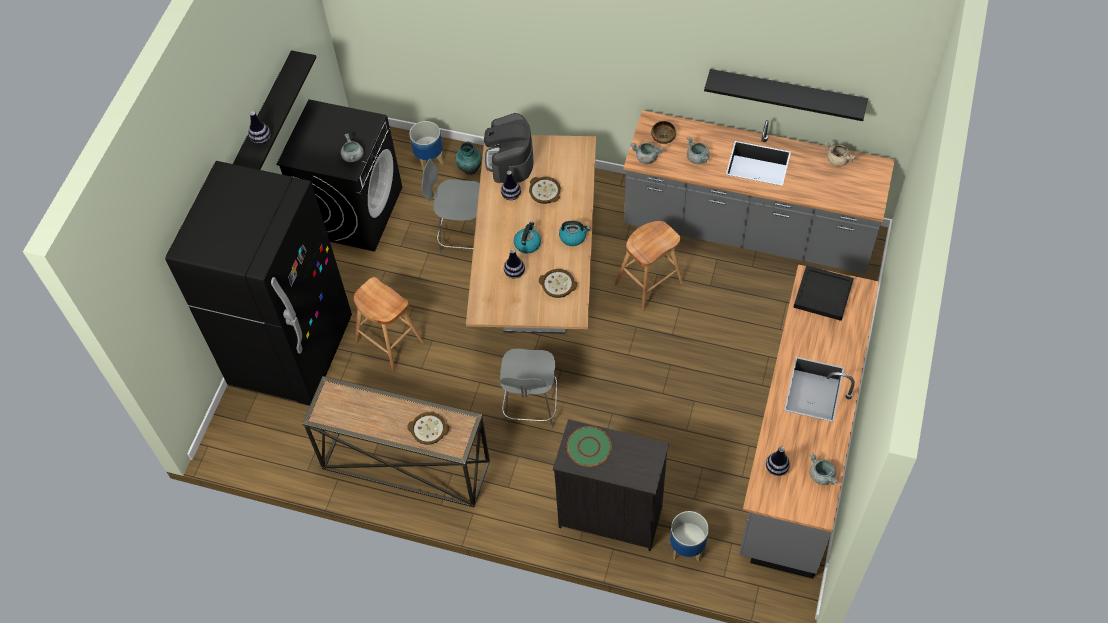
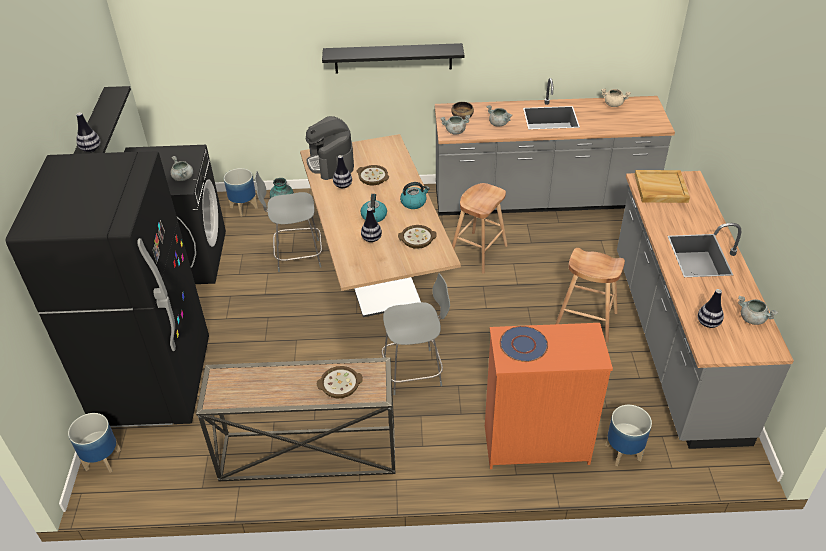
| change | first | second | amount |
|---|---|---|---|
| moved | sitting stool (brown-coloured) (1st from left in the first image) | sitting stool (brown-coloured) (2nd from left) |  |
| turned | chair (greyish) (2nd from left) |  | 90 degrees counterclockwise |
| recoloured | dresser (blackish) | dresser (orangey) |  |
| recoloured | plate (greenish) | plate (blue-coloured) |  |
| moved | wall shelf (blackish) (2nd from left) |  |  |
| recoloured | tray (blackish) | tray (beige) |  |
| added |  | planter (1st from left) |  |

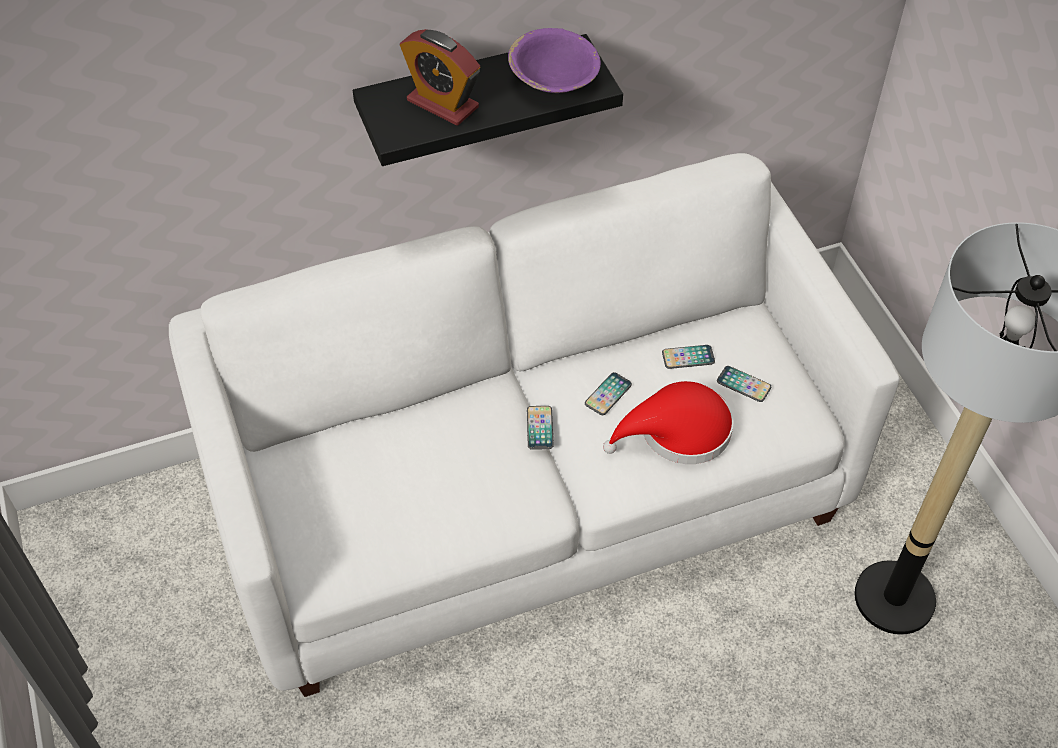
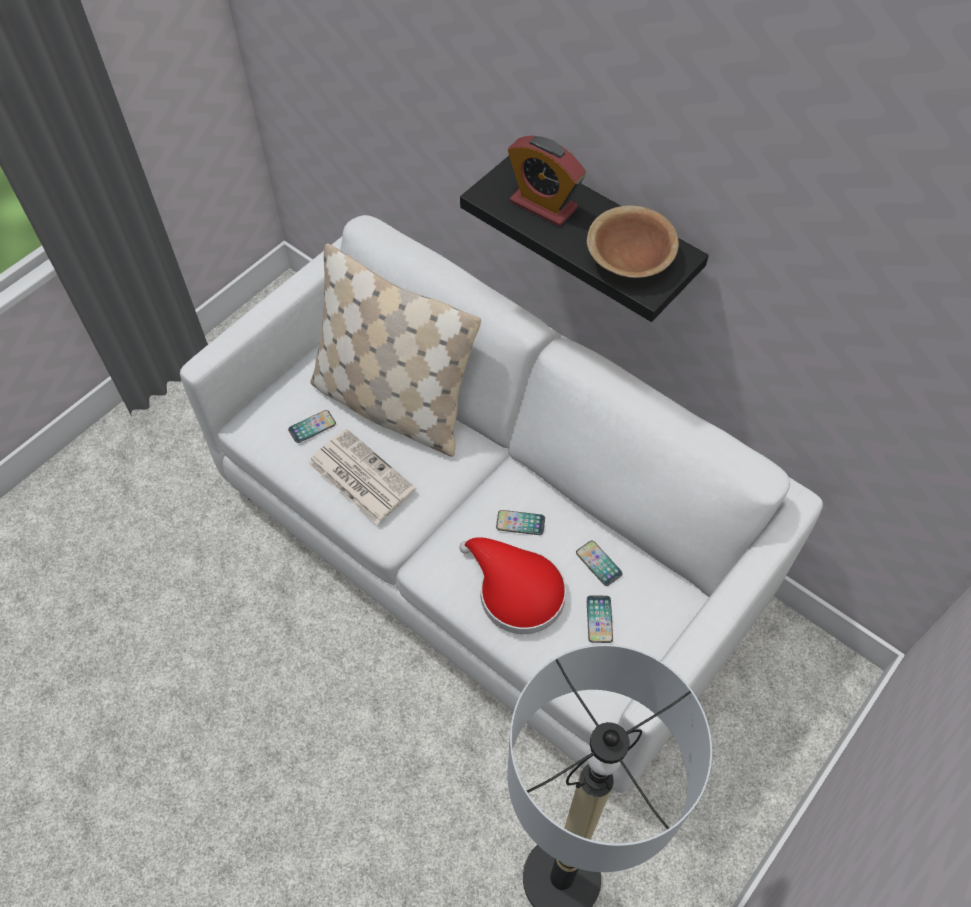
| change | first | second | amount |
|---|---|---|---|
| turned | alarm clock |  | 60 degrees counterclockwise |
| recoloured | bowl (purplish) | bowl (brown-coloured) |  |
| moved | telephone (1st from left) |  |  |
| added |  | printed paper |  |
| added |  | throw pillow (beige) |  |

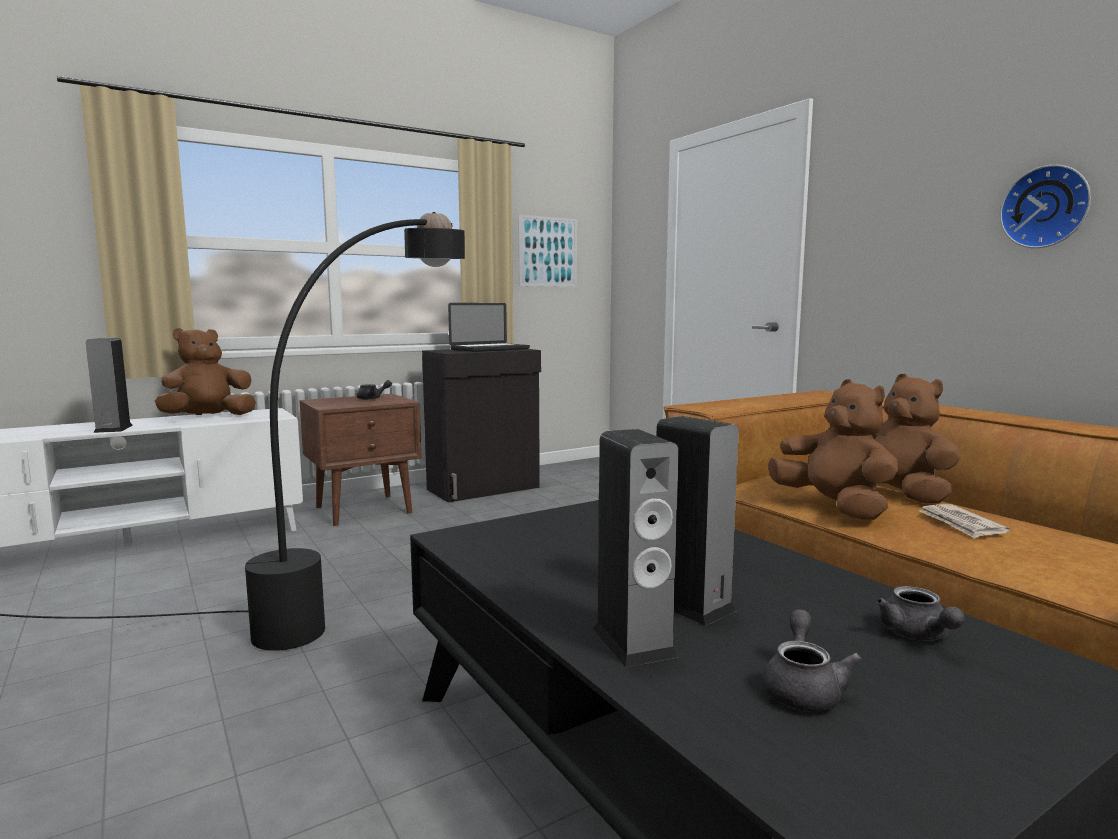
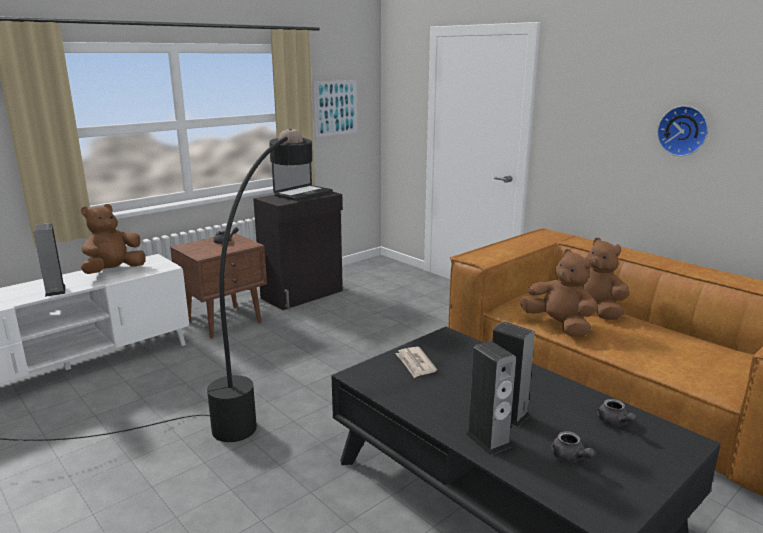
| change | first | second | amount |
|---|---|---|---|
| turned | tea pot (greyish) (2nd from left) |  | 150 degrees clockwise |
| moved | printed paper |  |  |

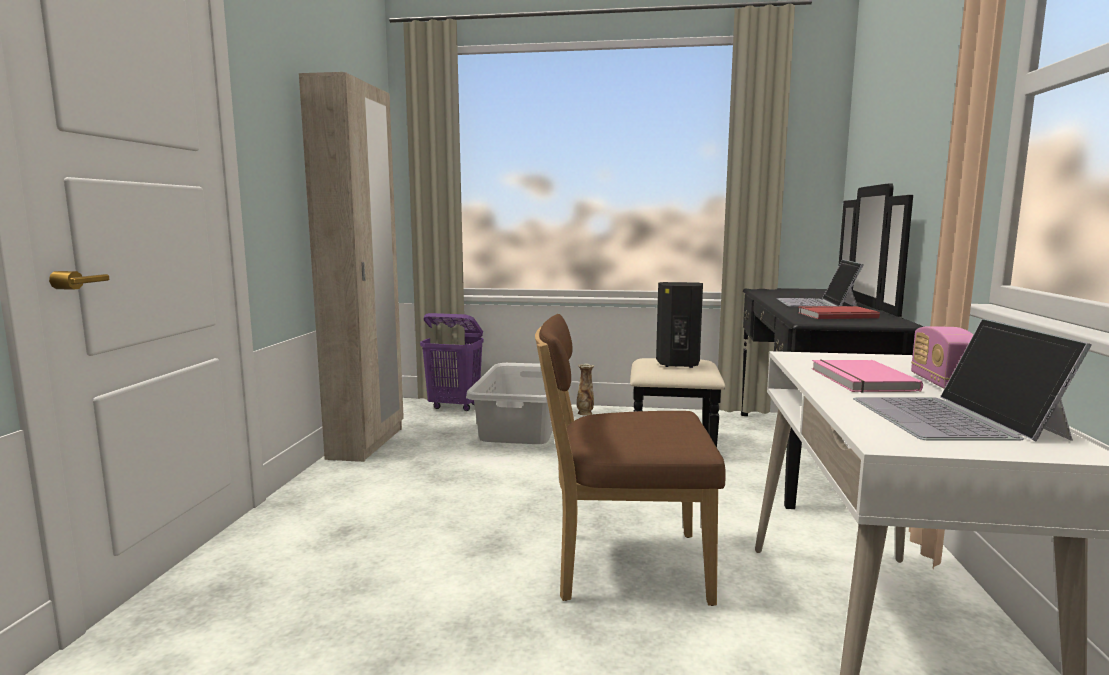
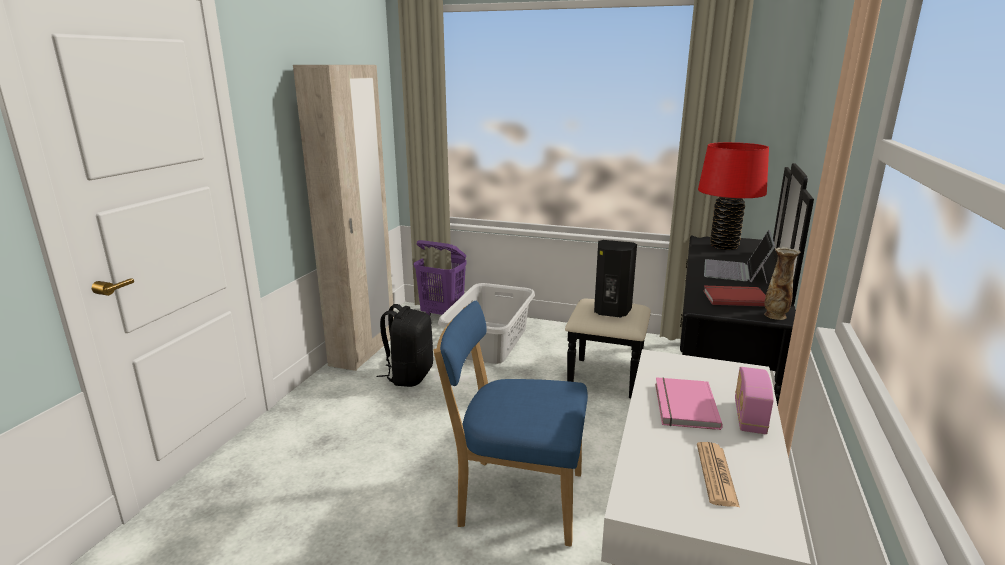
| change | first | second | amount |
|---|---|---|---|
| recoloured | chair (brown-coloured) | chair (blue-coloured) |  |
| moved | flower vase |  |  |
| replaced | notebook computer (2nd from left) | printed paper |  |
| added |  | knapsack (blackish) |  |
| added |  | tabletop lamp (reddish) |  |

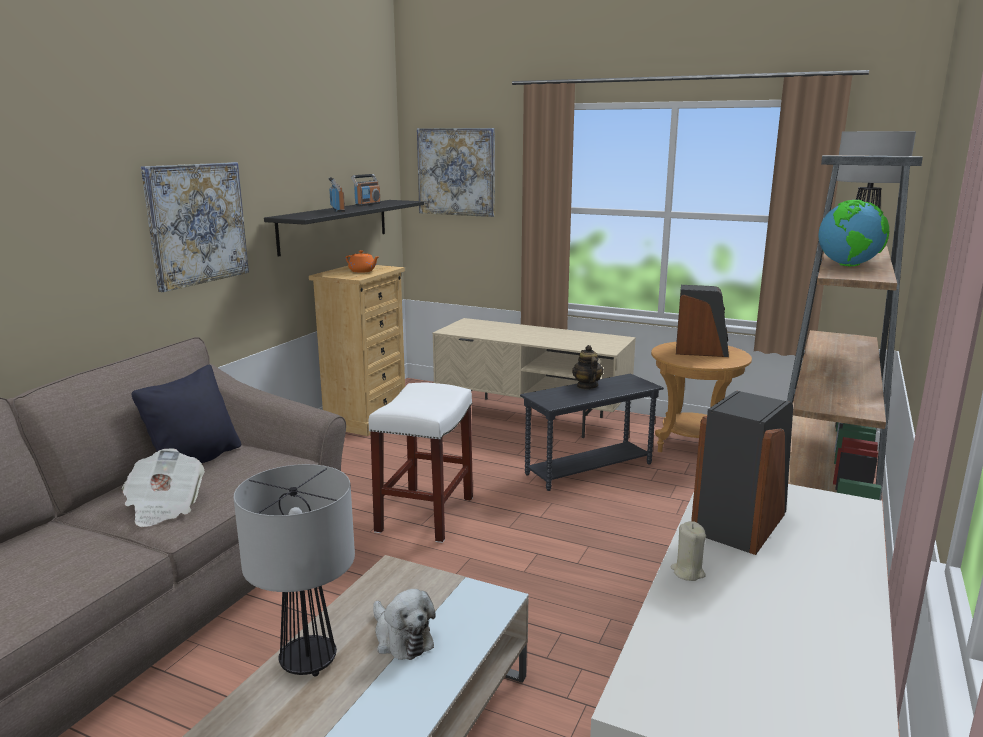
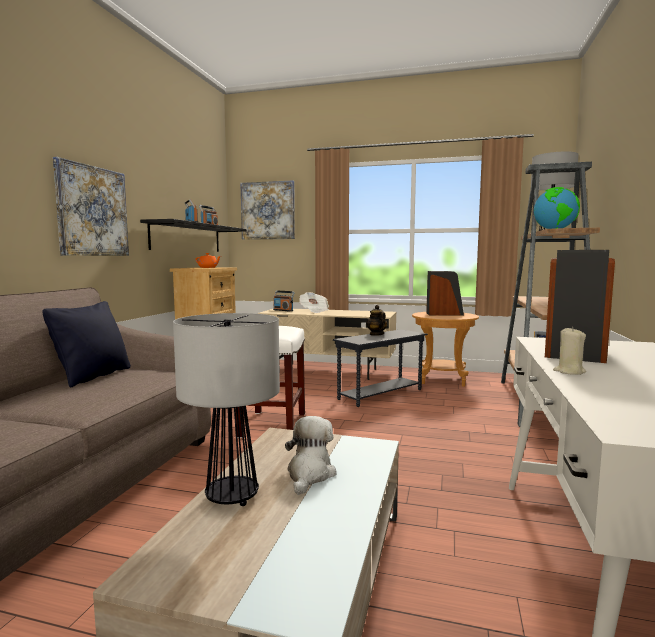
| change | first | second | amount |
|---|---|---|---|
| moved | printed paper |  |  |
| turned | plush toy |  | 120 degrees counterclockwise |
| added |  | radio (3rd from left) |  |

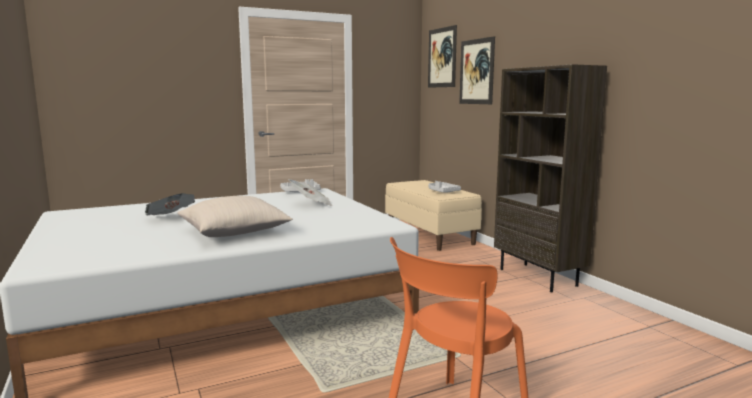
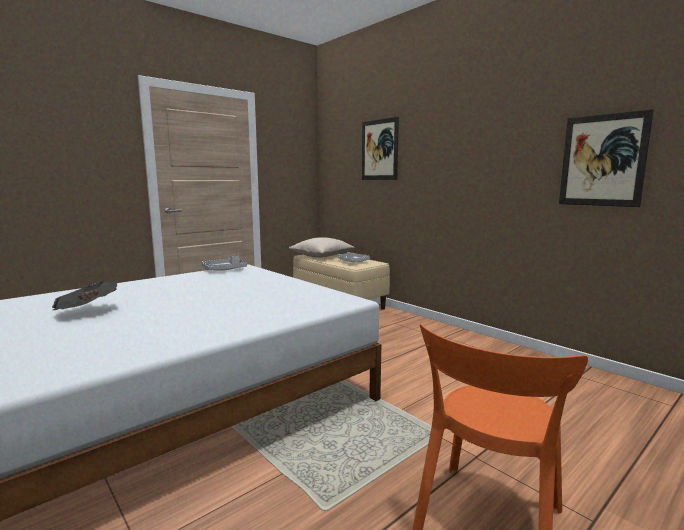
| change | first | second | amount |
|---|---|---|---|
| moved | throw pillow (beige) |  |  |
| removed | printed paper (2nd from left) |  |  |
| moved | picture (1st from left in the first image) | picture (2nd from left) |  |
| removed | shelving unit (brown-coloured) |  |  |

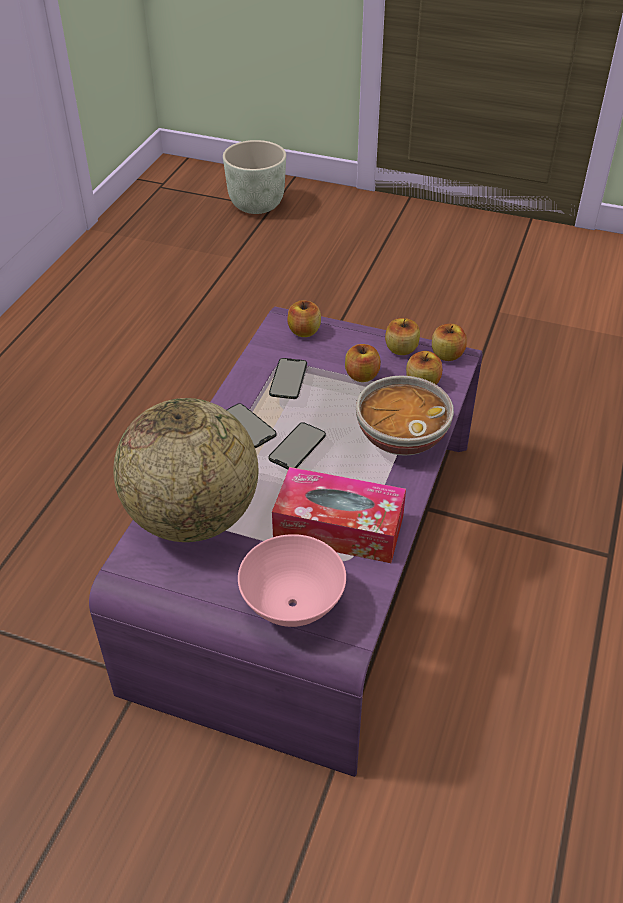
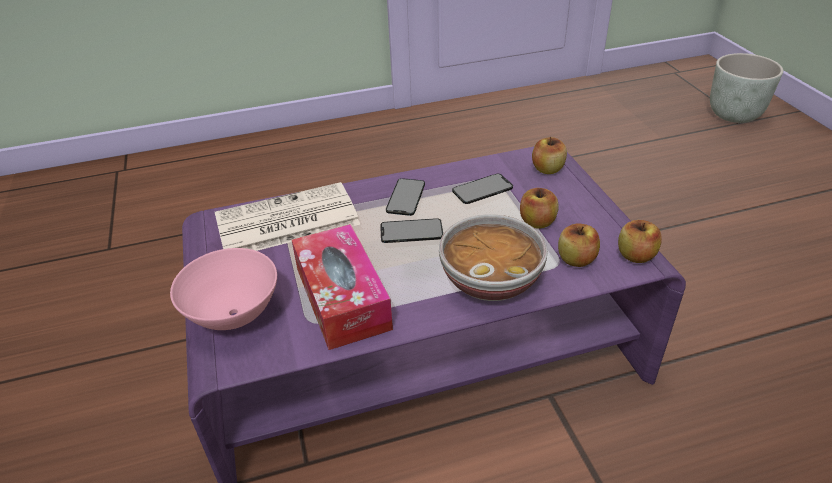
| change | first | second | amount |
|---|---|---|---|
| replaced | desk globe | printed paper |  |
| removed | apple (3rd from left) |  |  |

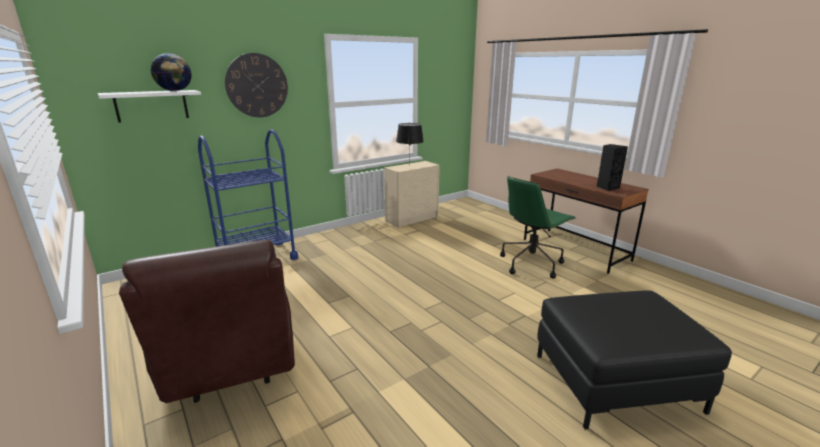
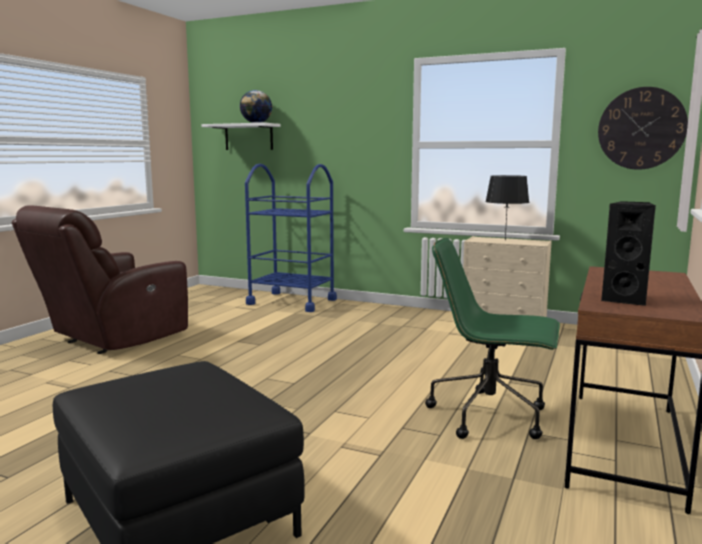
| change | first | second | amount |
|---|---|---|---|
| moved | wall clock |  |  |

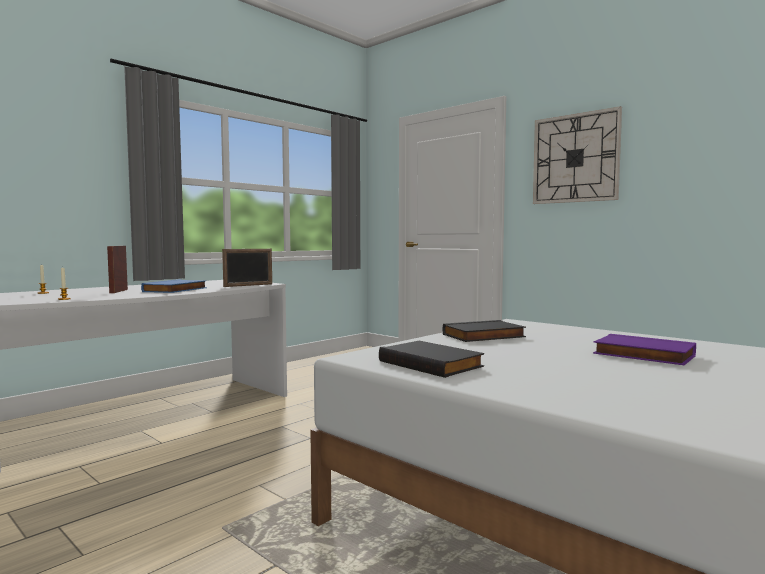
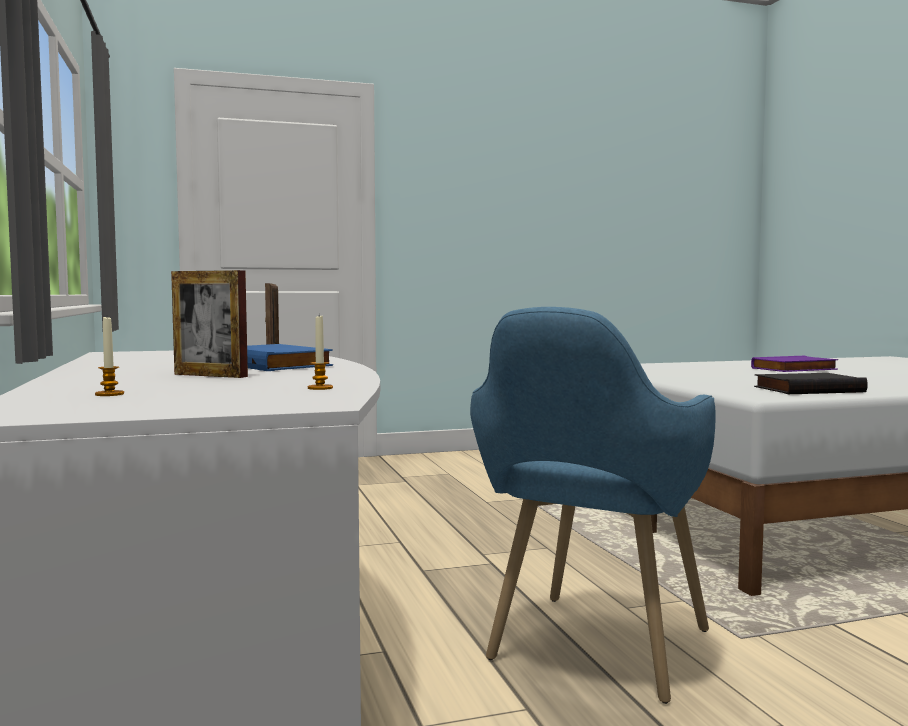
| change | first | second | amount |
|---|---|---|---|
| removed | volume (blackish) (2nd from left) |  |  |
| removed | wall clock |  |  |
| added |  | easy chair (blue-coloured) |  |

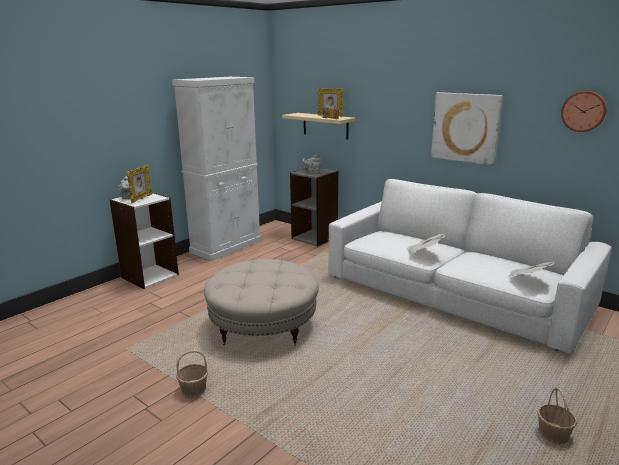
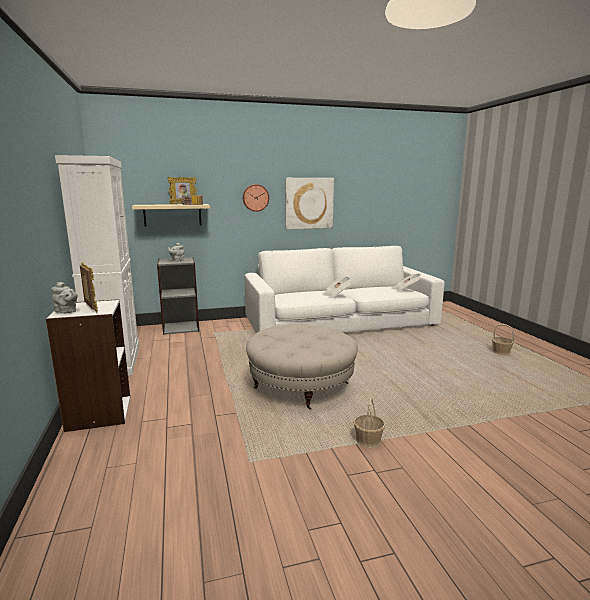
| change | first | second | amount |
|---|---|---|---|
| moved | wall clock |  |  |

